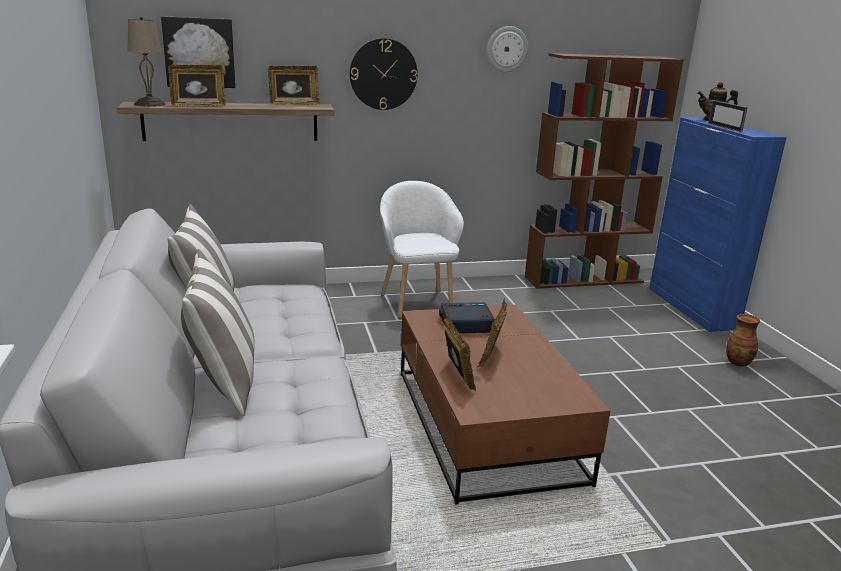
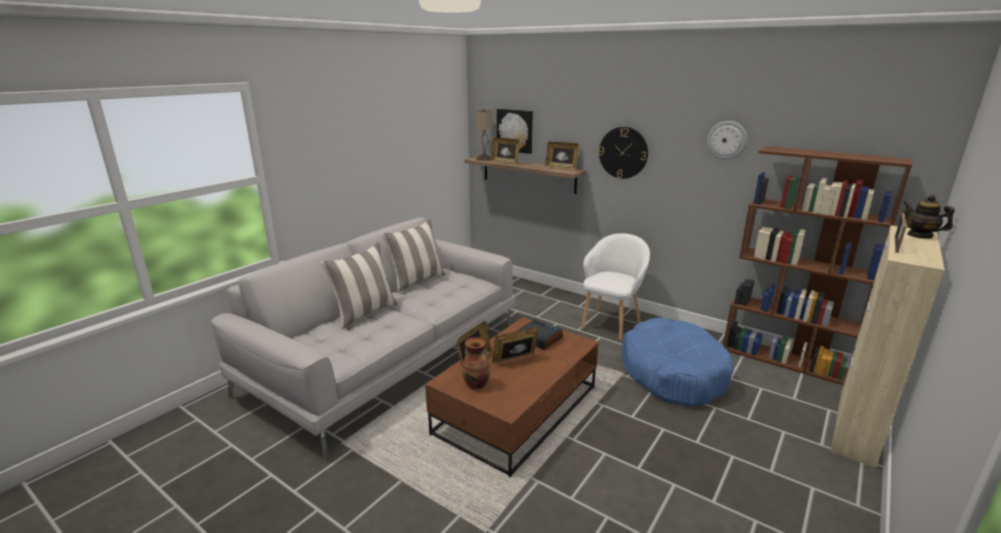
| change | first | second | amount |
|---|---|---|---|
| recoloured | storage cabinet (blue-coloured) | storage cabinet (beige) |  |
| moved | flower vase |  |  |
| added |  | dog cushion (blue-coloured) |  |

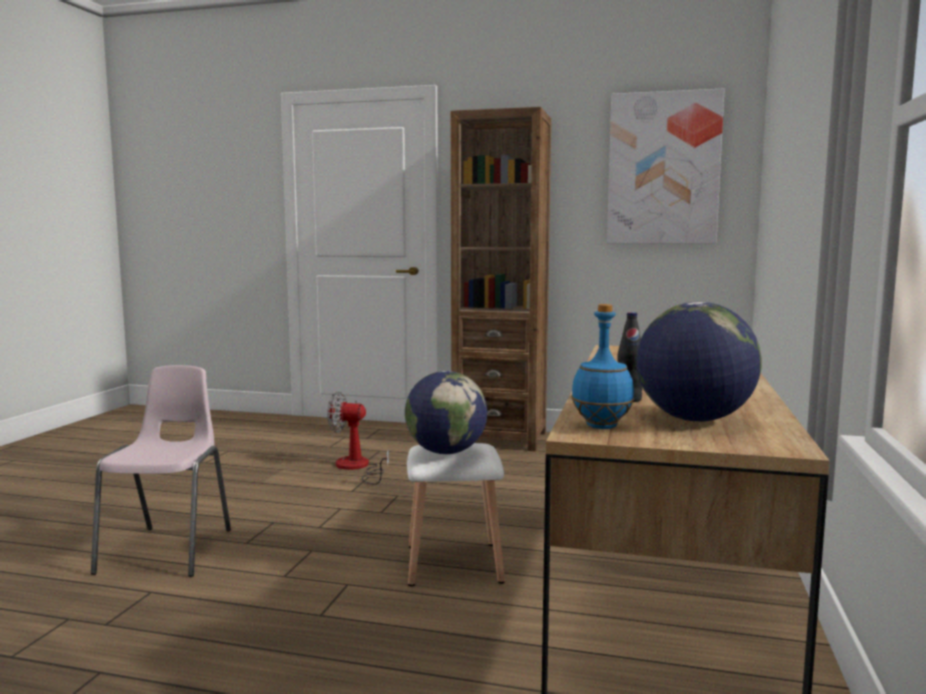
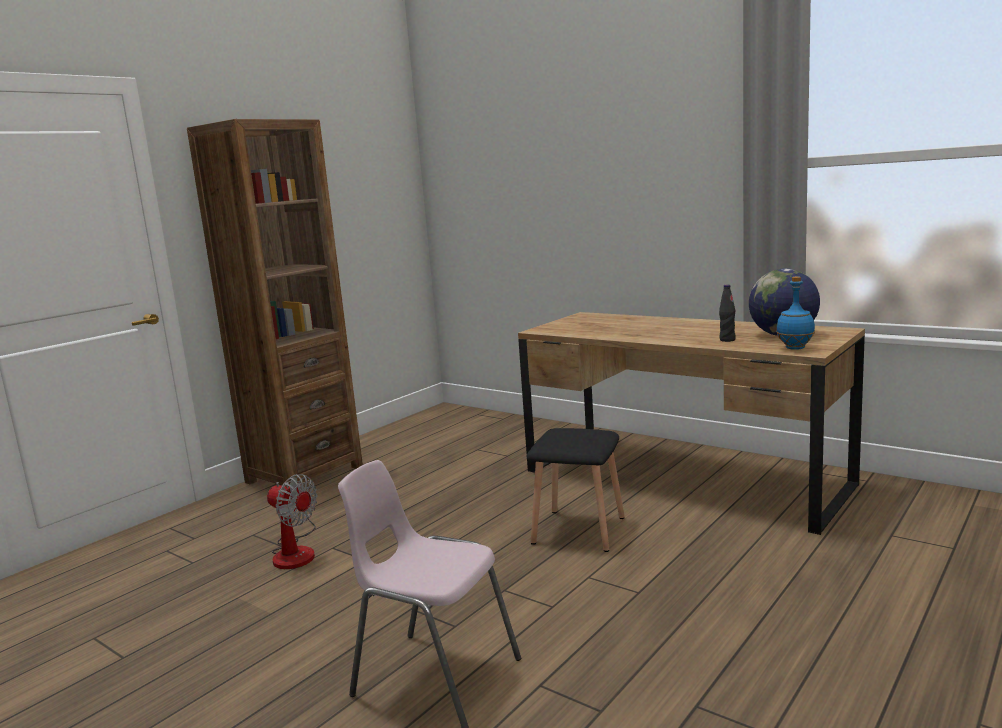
| change | first | second | amount |
|---|---|---|---|
| turned | electric fan |  | 90 degrees counterclockwise |
| removed | desk globe (1st from left) |  |  |
| recoloured | sitting stool (white-coloured) | sitting stool (blackish) |  |
| removed | picture |  |  |

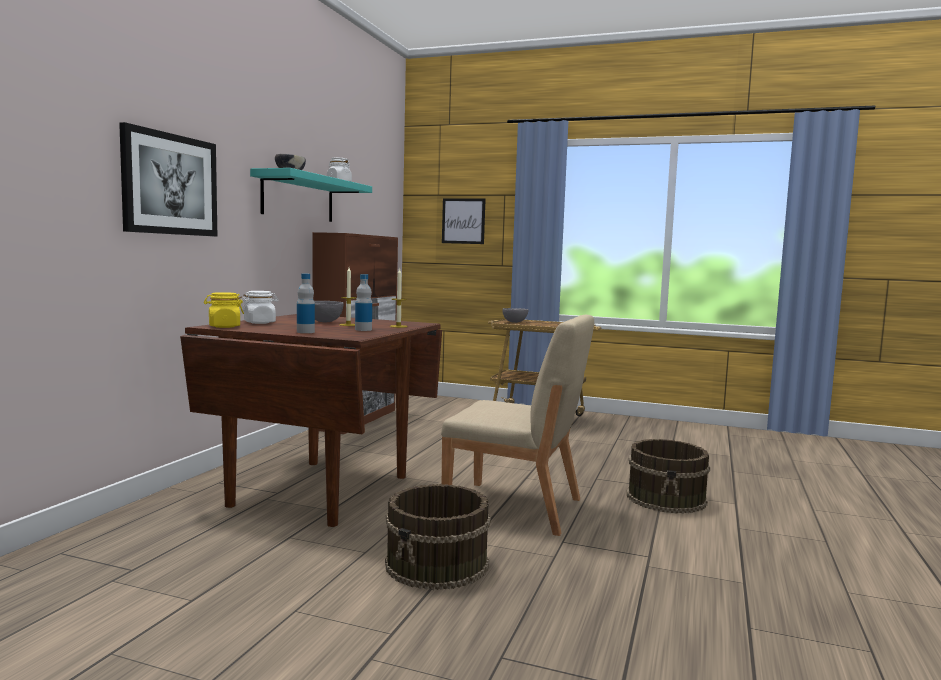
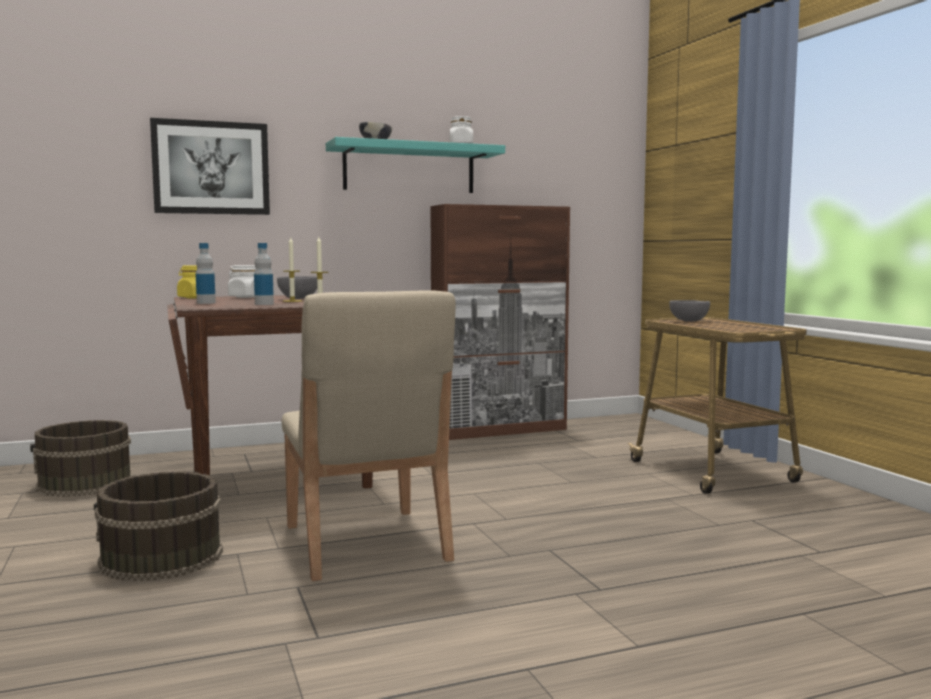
| change | first | second | amount |
|---|---|---|---|
| removed | picture (2nd from left) |  |  |
| moved | bucket (brown-coloured) (2nd from left in the first image) | bucket (brown-coloured) (1st from left) |  |

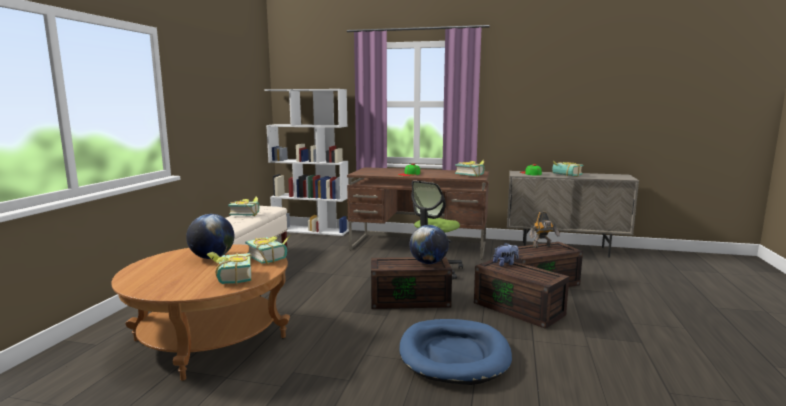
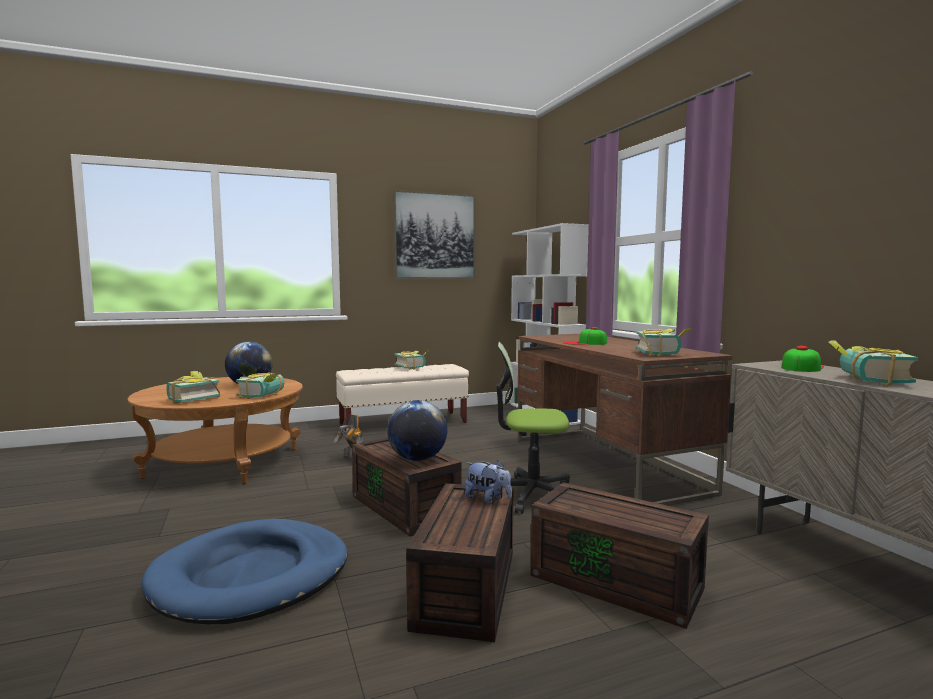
| change | first | second | amount |
|---|---|---|---|
| moved | toy robot |  |  |
| added |  | picture |  |

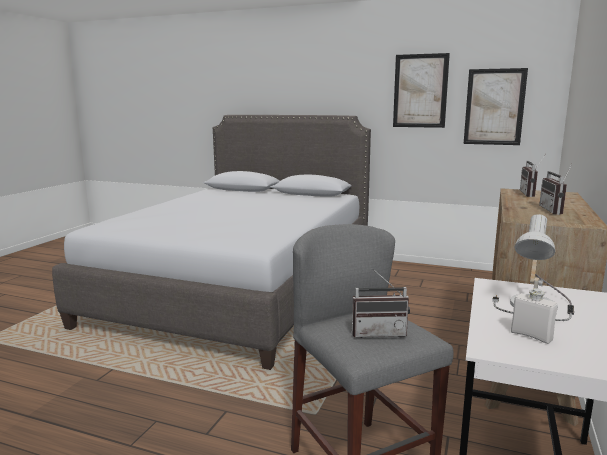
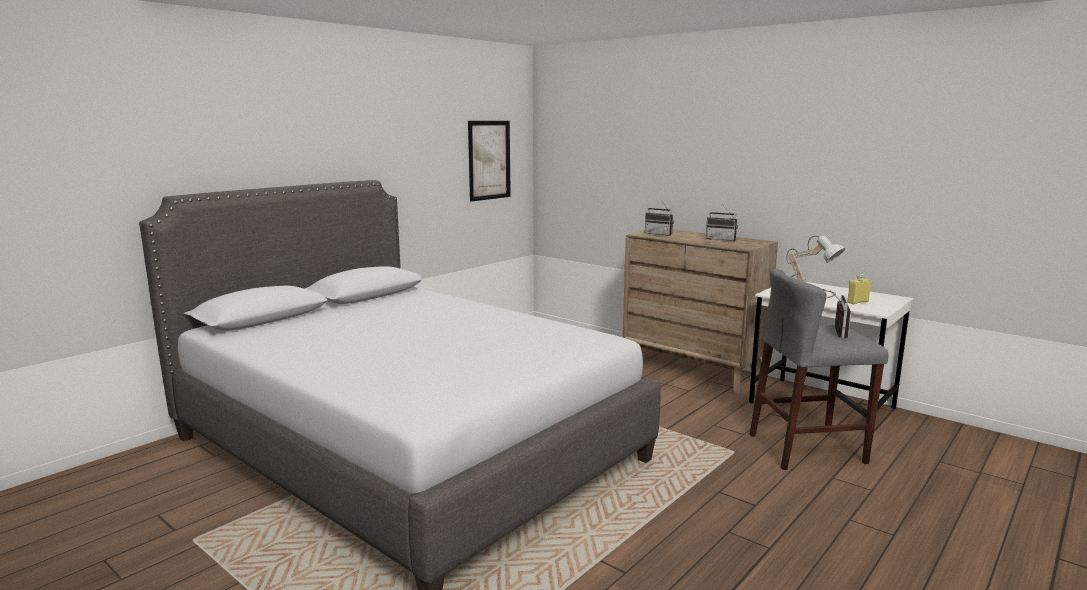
| change | first | second | amount |
|---|---|---|---|
| removed | picture (1st from left) |  |  |
| recoloured | beverage bottle (white-coloured) | beverage bottle (yellowish) |  |

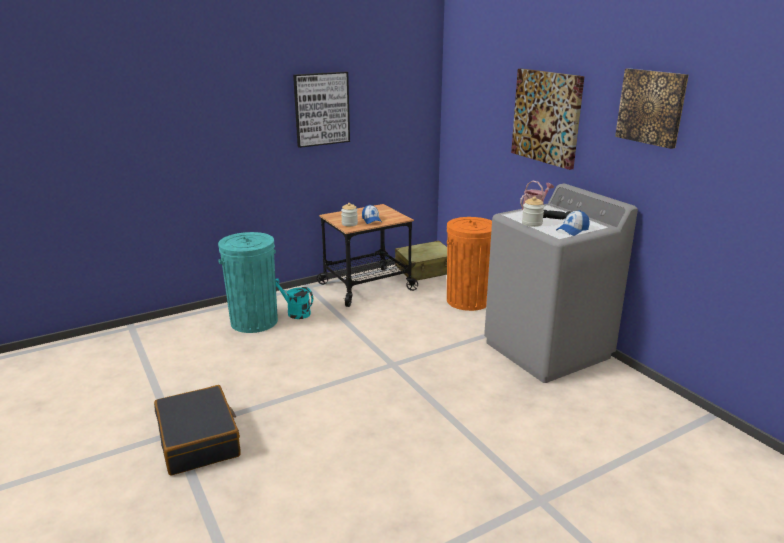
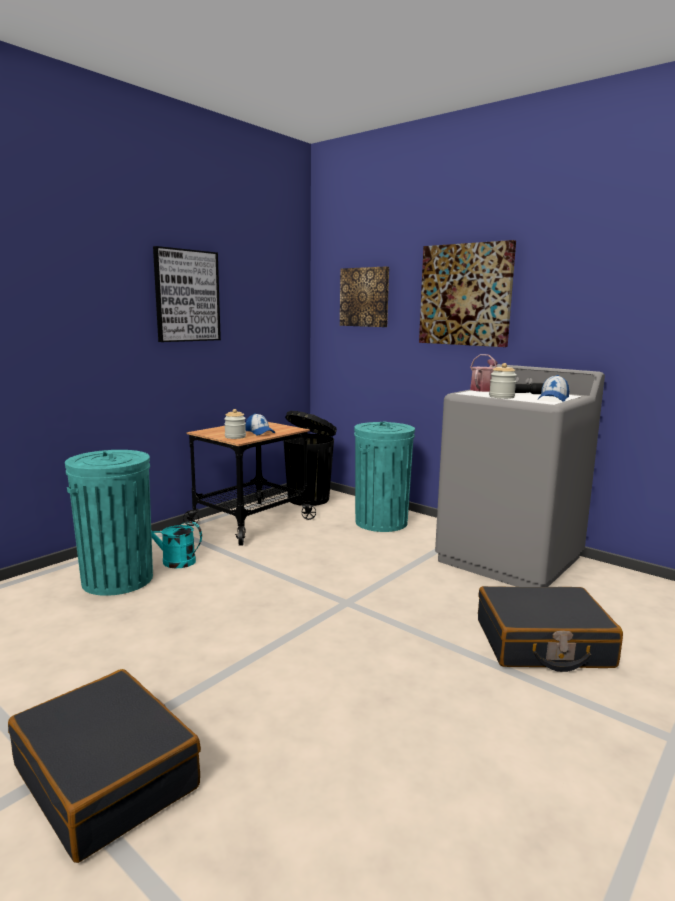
| change | first | second | amount |
|---|---|---|---|
| replaced | piece of luggage (beige) | rubbish bin (blackish) |  |
| recoloured | rubbish bin (orangey) | rubbish bin (turquoise) (2nd from left) |  |
| moved | picture (3rd from left in the first image) | picture (2nd from left) |  |
| added |  | piece of luggage (blackish) (2nd from left) |  |

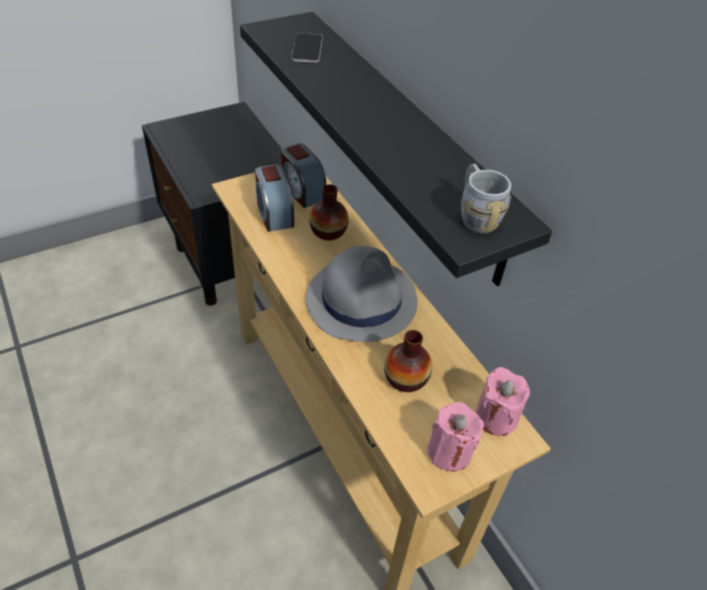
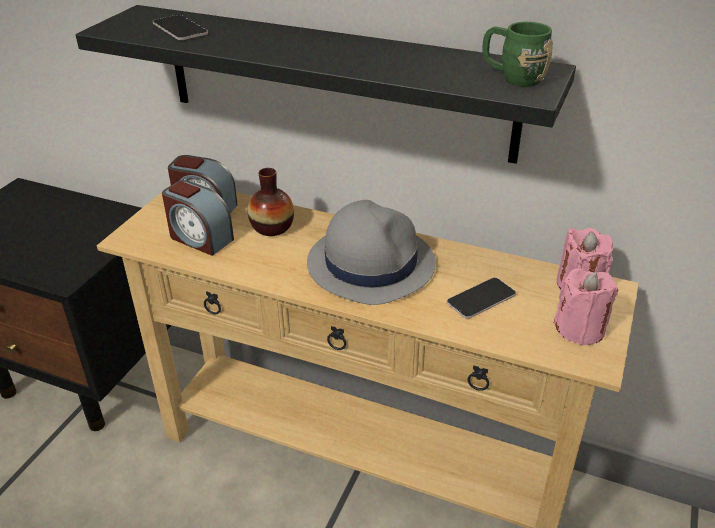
| change | first | second | amount |
|---|---|---|---|
| replaced | flower vase (2nd from left) | telephone (2nd from left) |  |
| recoloured | mug (greyish) | mug (greenish) |  |

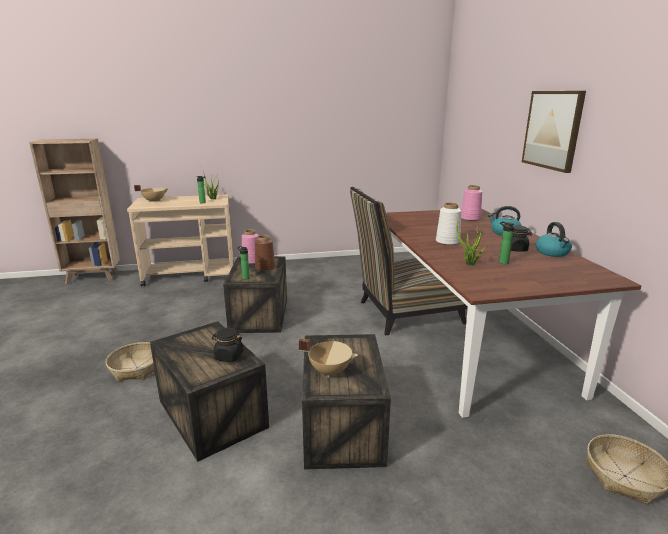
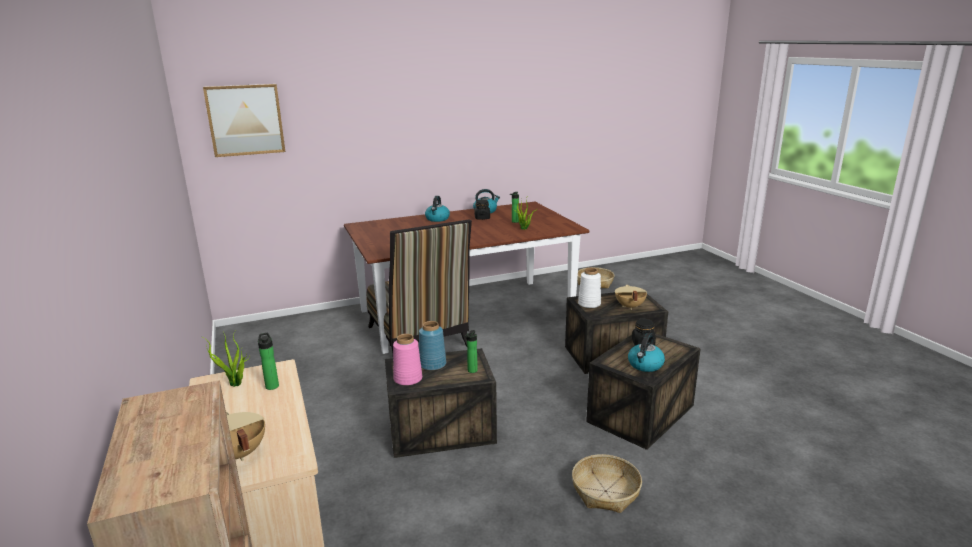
| change | first | second | amount |
|---|---|---|---|
| recoloured | flower vase (brown-coloured) | flower vase (blue-coloured) |  |
| moved | flower vase (white-coloured) |  |  |
| removed | flower vase (pink-coloured) (2nd from left) |  |  |
| moved | picture |  |  |
| added |  | tea kettle (3rd from left) |  |

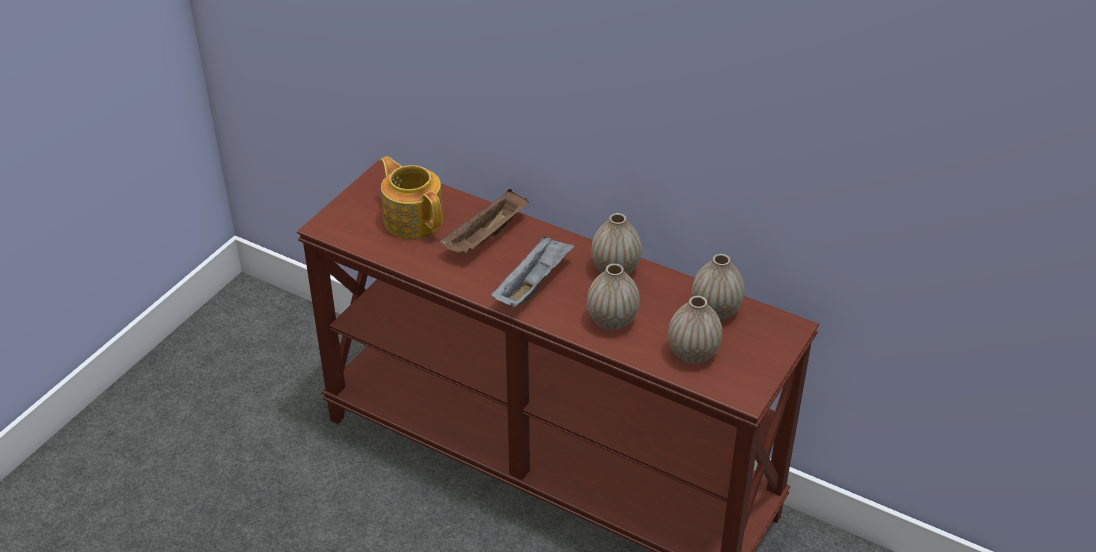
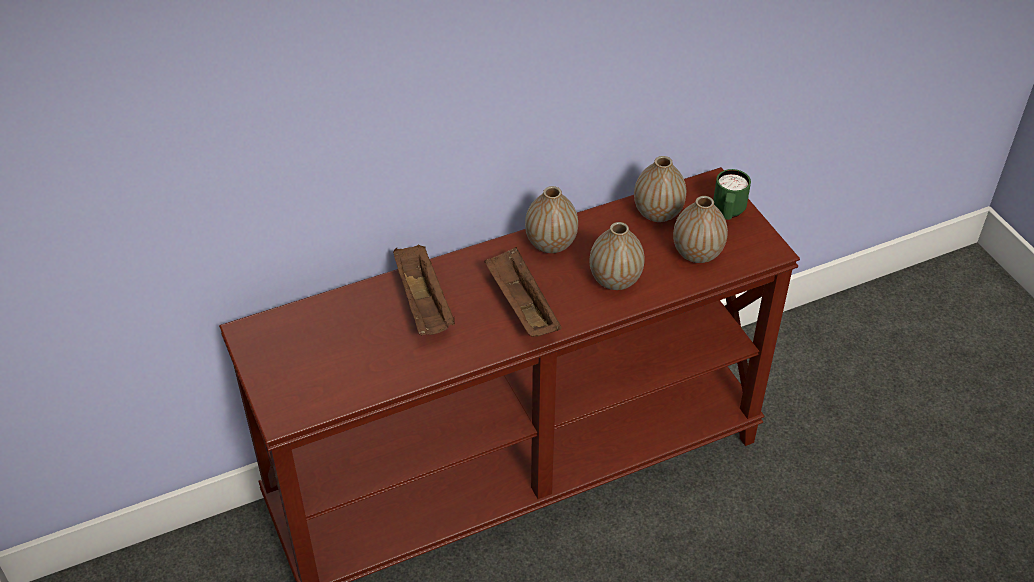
| change | first | second | amount |
|---|---|---|---|
| removed | tea pot |  |  |
| recoloured | tray (greyish) | tray (brown-coloured) (2nd from left) |  |
| added |  | mug (greenish) |  |

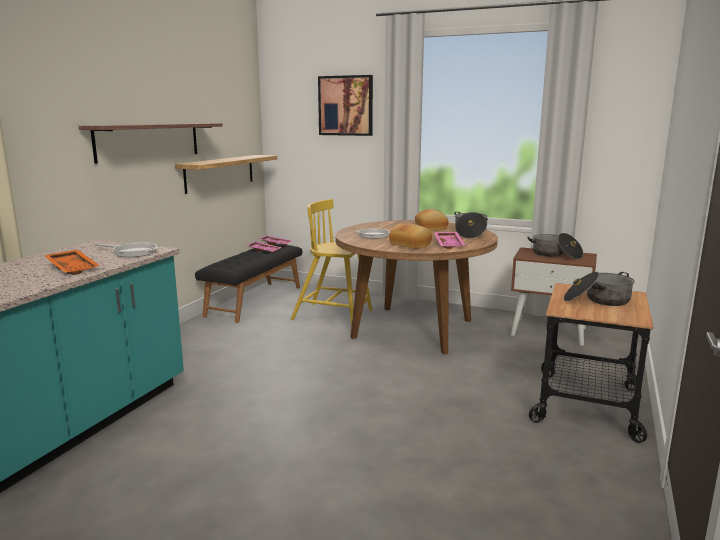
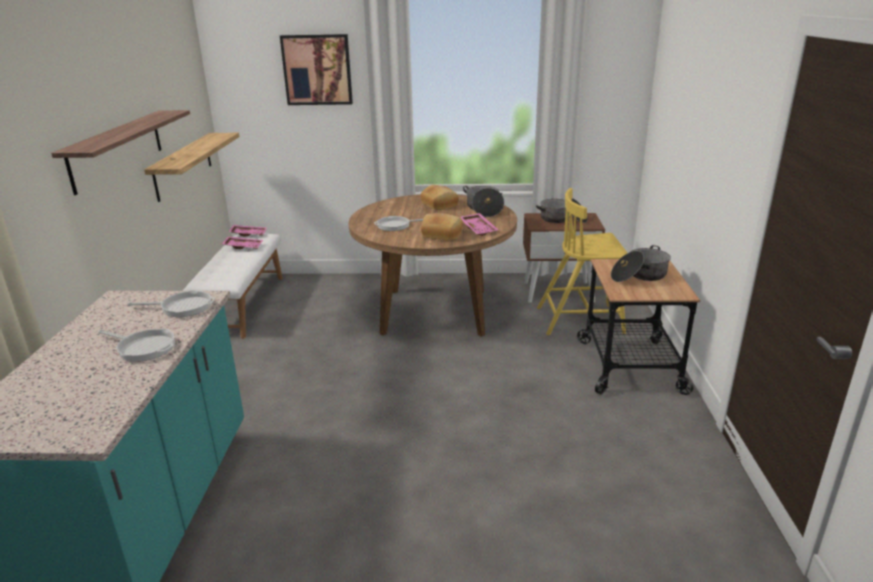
| change | first | second | amount |
|---|---|---|---|
| replaced | tray (orangey) | frying pan (1st from left) |  |
| recoloured | long seat (blackish) | long seat (white-coloured) |  |
| moved | chair (yellowish) |  |  |

